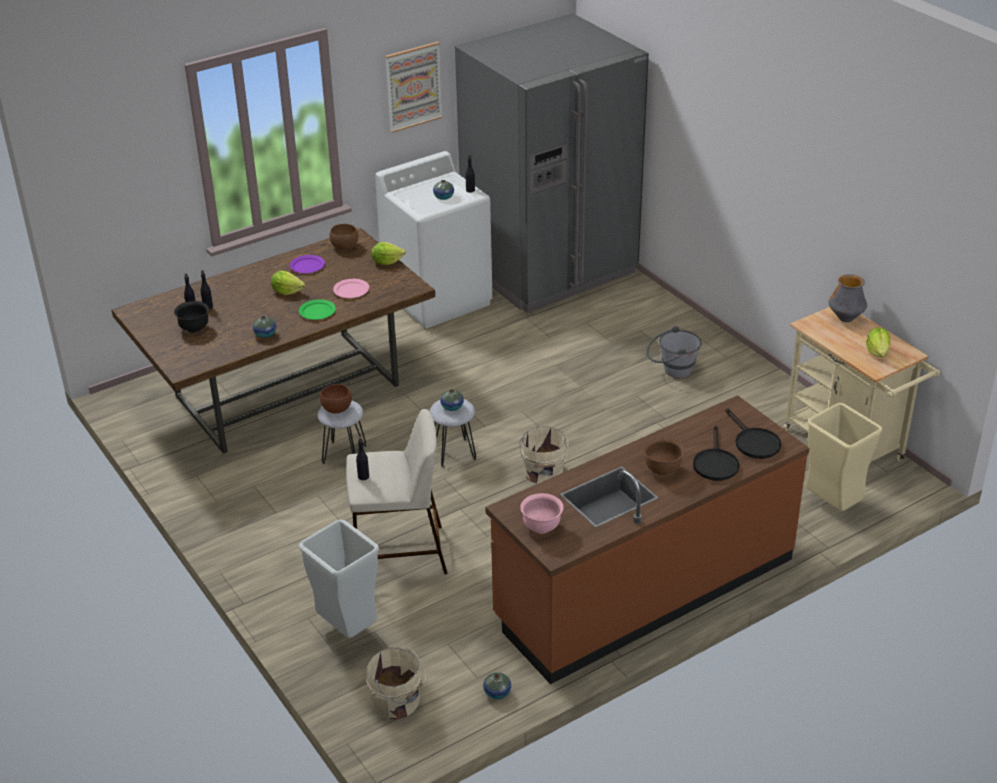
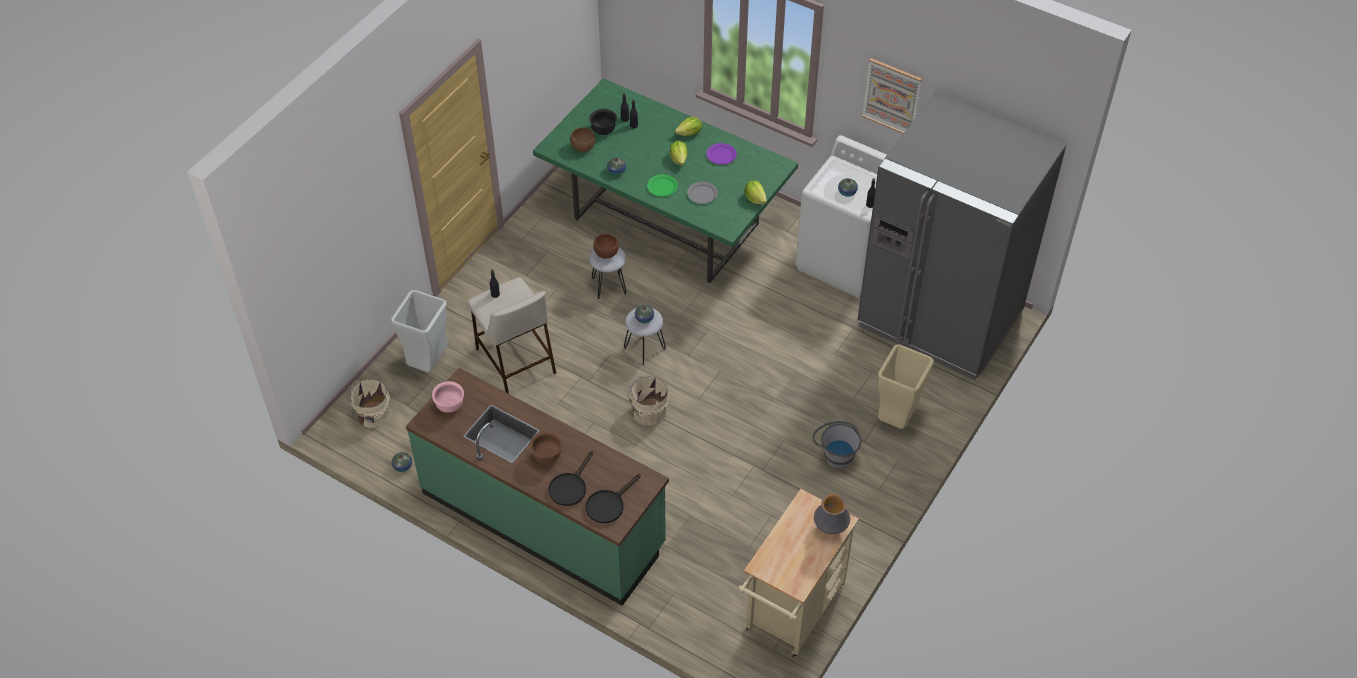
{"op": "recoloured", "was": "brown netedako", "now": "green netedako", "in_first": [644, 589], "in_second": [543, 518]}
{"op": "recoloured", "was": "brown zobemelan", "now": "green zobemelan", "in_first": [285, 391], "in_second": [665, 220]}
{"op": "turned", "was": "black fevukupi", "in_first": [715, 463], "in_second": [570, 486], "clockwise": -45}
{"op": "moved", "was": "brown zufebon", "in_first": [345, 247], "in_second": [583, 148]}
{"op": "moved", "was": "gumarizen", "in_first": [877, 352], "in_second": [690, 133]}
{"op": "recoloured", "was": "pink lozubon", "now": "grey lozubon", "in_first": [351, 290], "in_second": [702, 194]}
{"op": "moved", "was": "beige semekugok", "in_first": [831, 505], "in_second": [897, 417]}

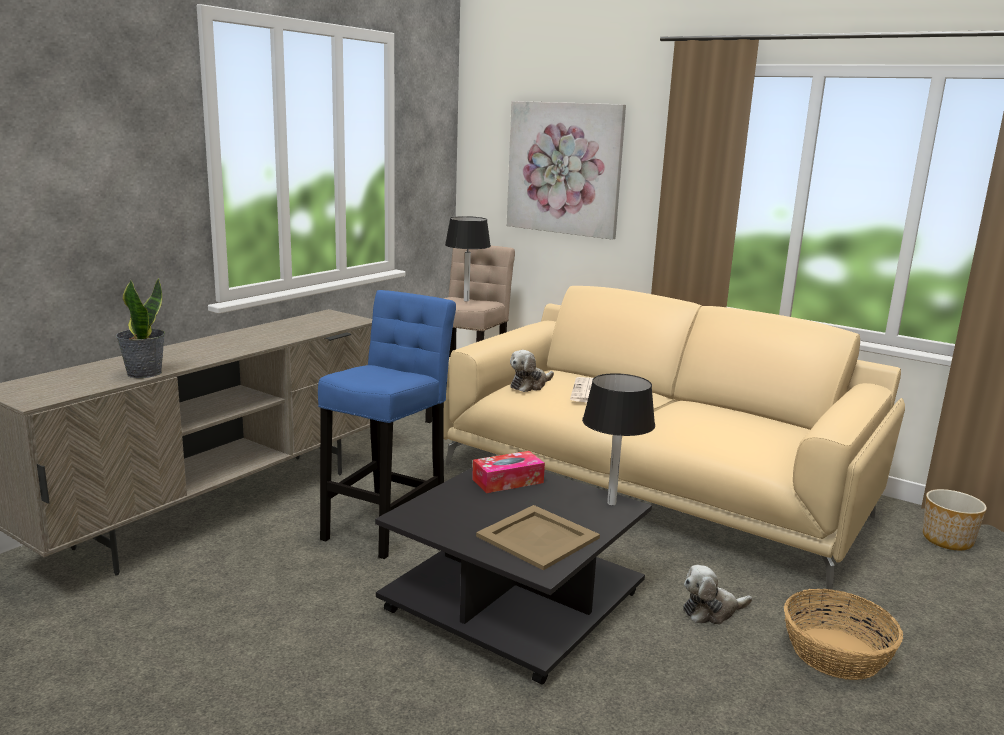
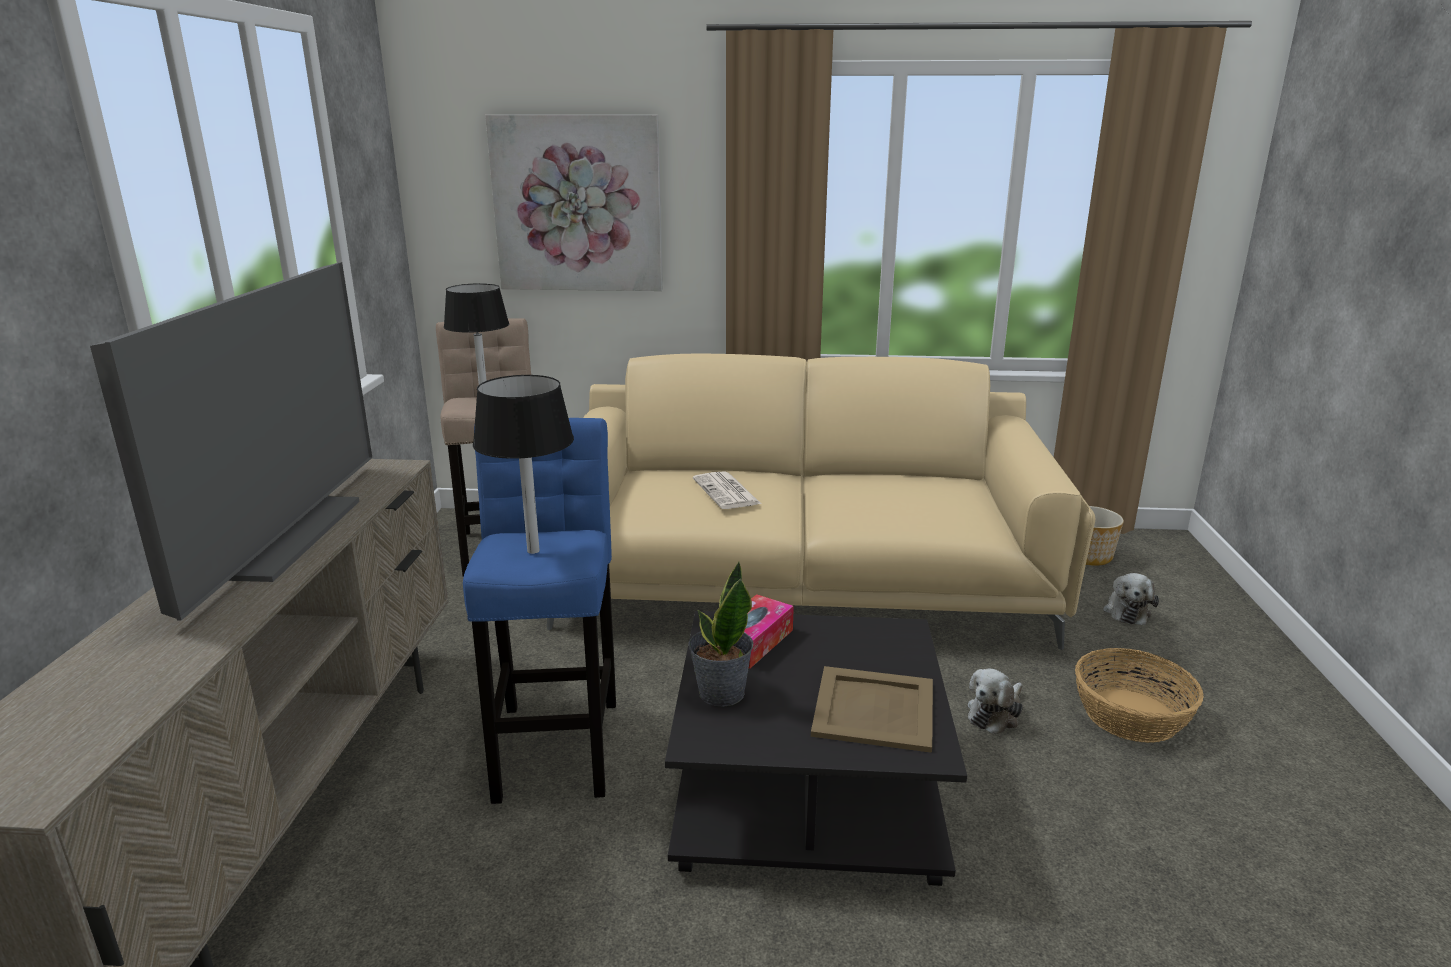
{"op": "added", "now": "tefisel", "in_second": [277, 535]}
{"op": "moved", "was": "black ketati", "in_first": [611, 503], "in_second": [533, 551]}
{"op": "moved", "was": "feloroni", "in_first": [144, 373], "in_second": [720, 693]}
{"op": "moved", "was": "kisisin", "in_first": [529, 385], "in_second": [1126, 611]}

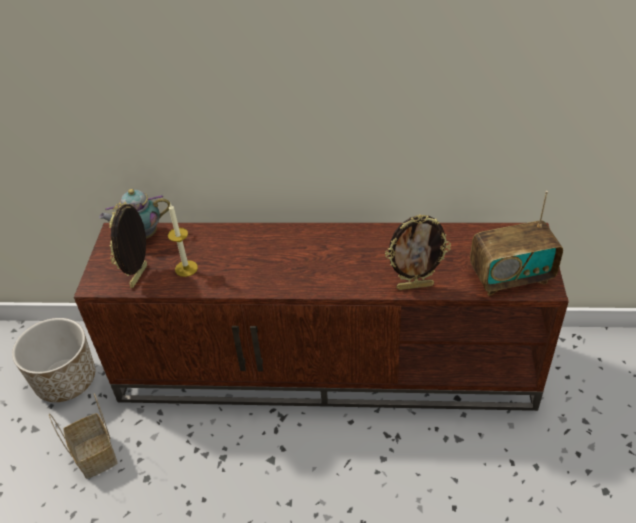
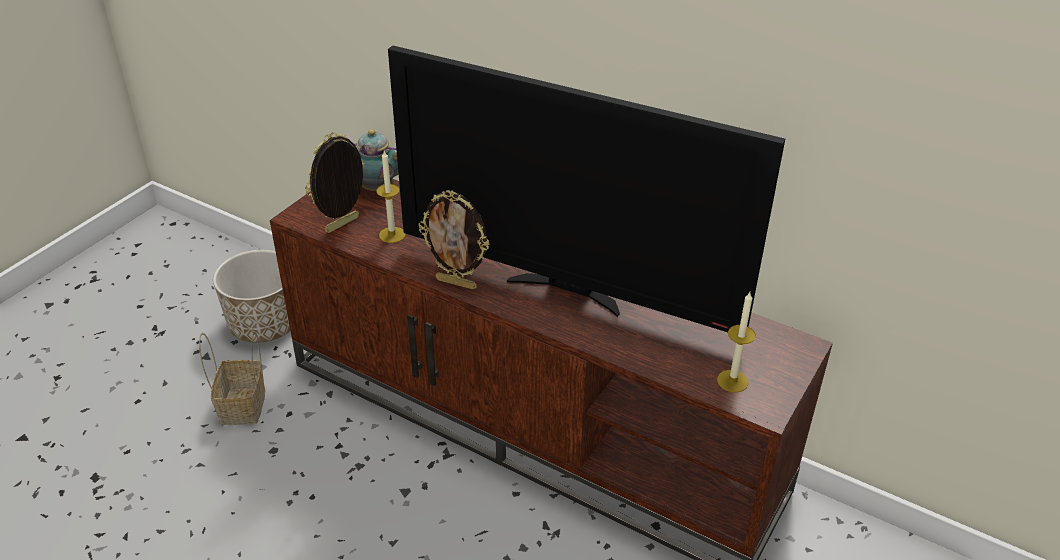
{"op": "added", "now": "tefisel", "in_second": [568, 291]}
{"op": "moved", "was": "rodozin", "in_first": [415, 286], "in_second": [457, 283]}
{"op": "replaced", "was": "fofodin", "now": "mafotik", "in_first": [510, 277], "in_second": [732, 381]}

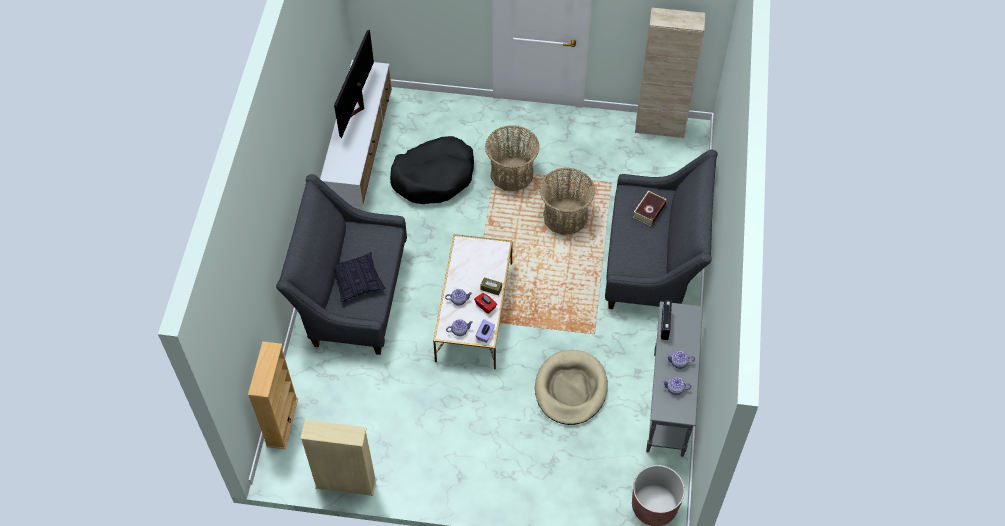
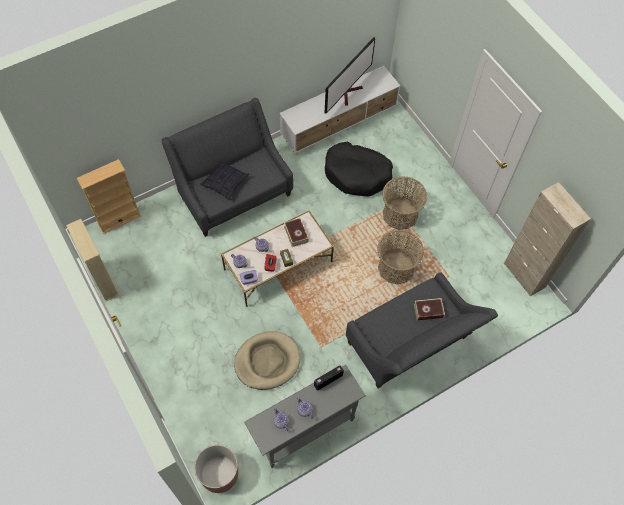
{"op": "added", "now": "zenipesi", "in_second": [296, 234]}
{"op": "turned", "was": "tefisel", "in_first": [356, 108], "in_second": [350, 93], "clockwise": 150}

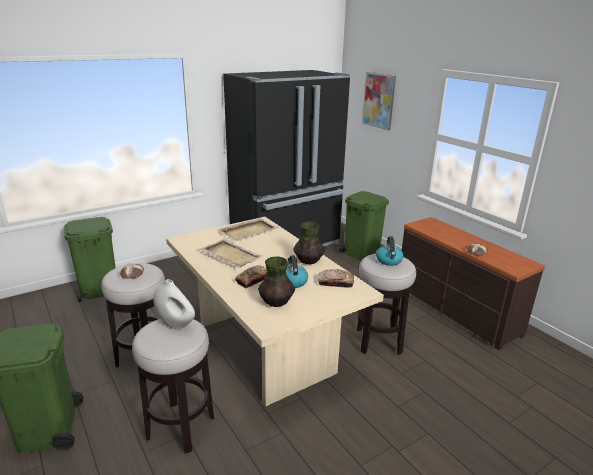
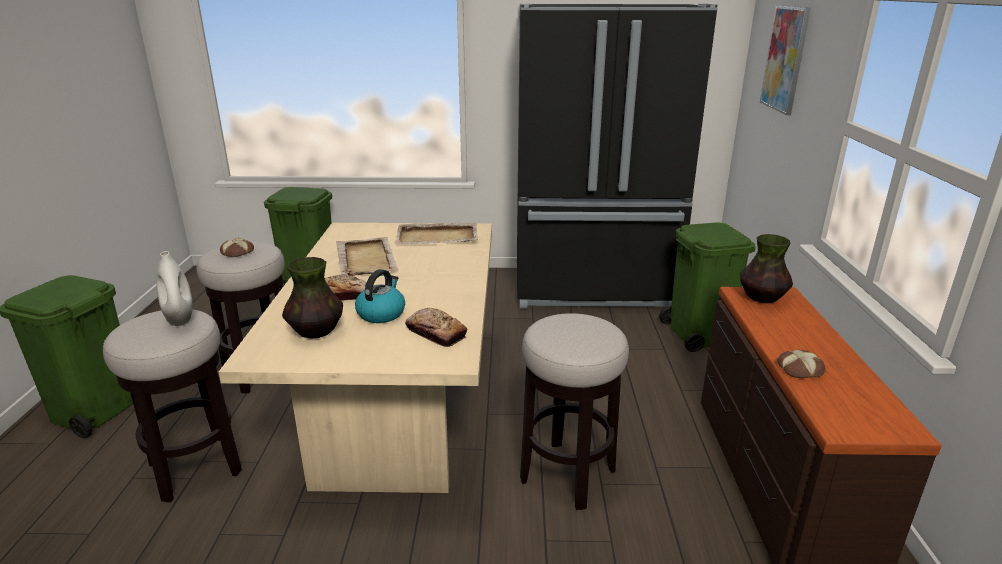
{"op": "moved", "was": "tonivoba", "in_first": [308, 261], "in_second": [762, 298]}
{"op": "removed", "was": "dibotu", "in_first": [389, 261]}

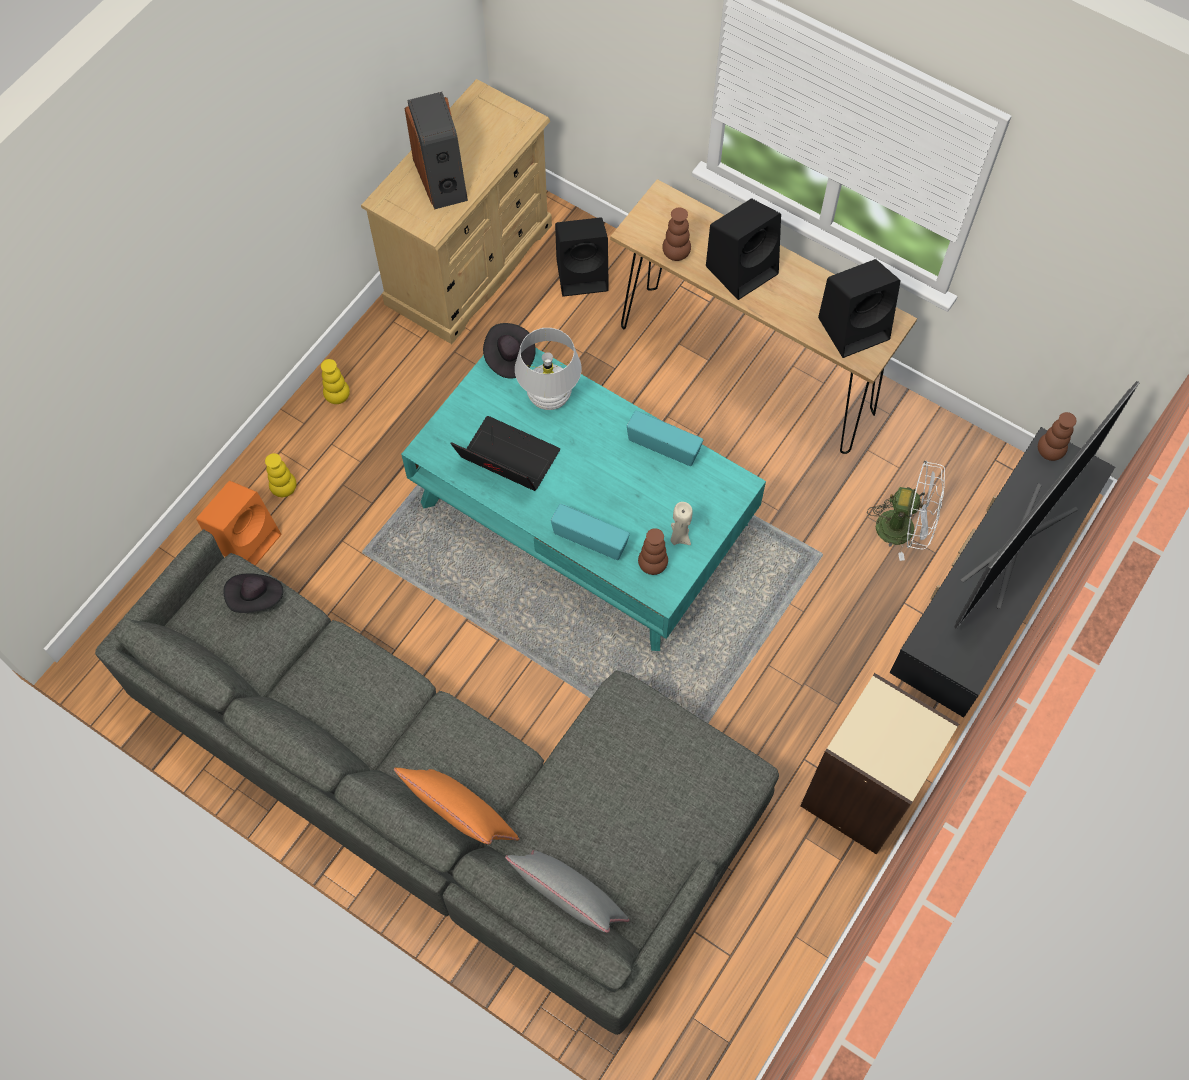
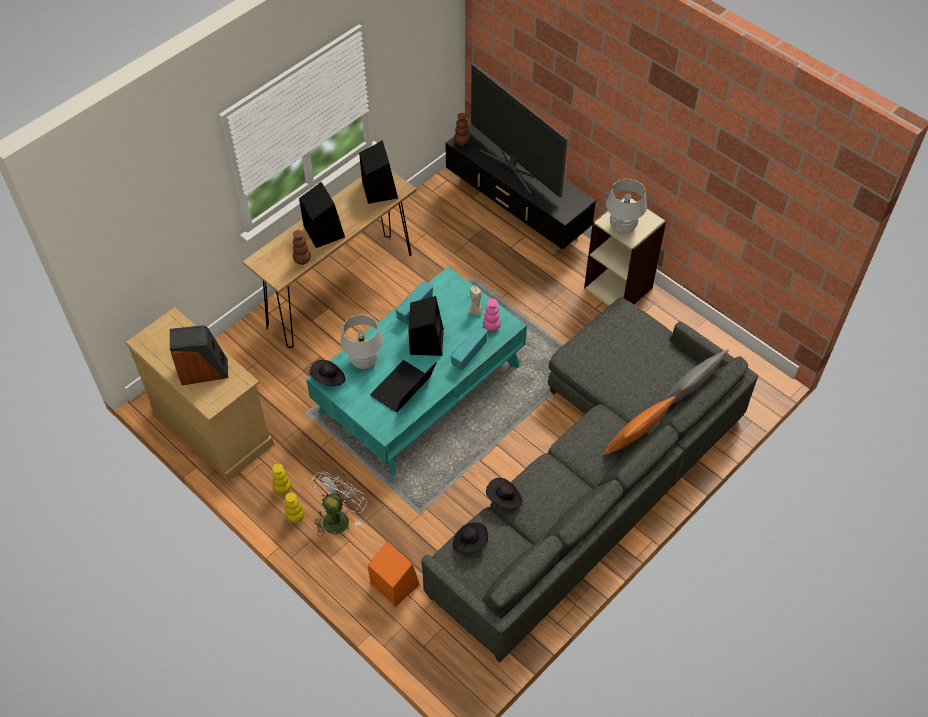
{"op": "moved", "was": "yellow tonivoba", "in_first": [284, 489], "in_second": [283, 489]}
{"op": "moved", "was": "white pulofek", "in_first": [904, 529], "in_second": [338, 517]}
{"op": "moved", "was": "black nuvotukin", "in_first": [584, 274], "in_second": [426, 341]}
{"op": "recoloured", "was": "brown tonivoba", "now": "pink tonivoba", "in_first": [652, 565], "in_second": [491, 327]}
{"op": "added", "now": "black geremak", "in_second": [504, 499]}
{"op": "added", "now": "white ketati", "in_second": [622, 227]}

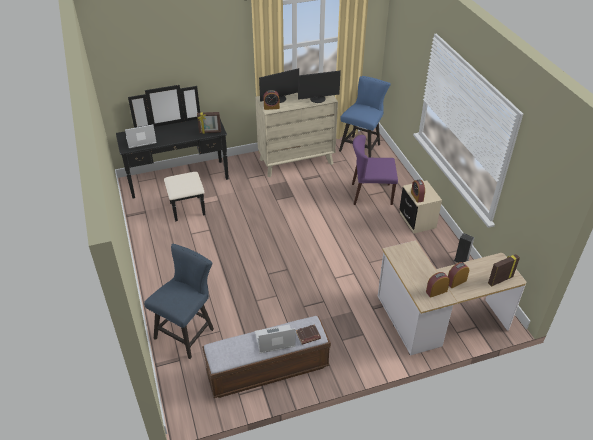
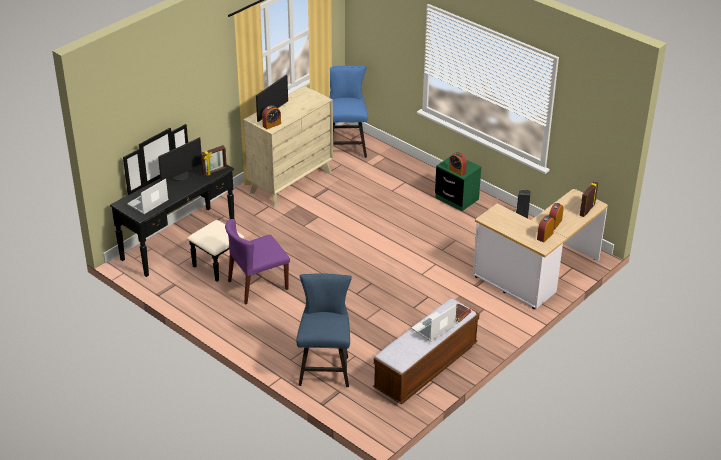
{"op": "moved", "was": "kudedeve", "in_first": [318, 99], "in_second": [181, 176]}
{"op": "moved", "was": "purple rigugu", "in_first": [371, 194], "in_second": [257, 285]}
{"op": "recoloured", "was": "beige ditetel", "now": "green ditetel", "in_first": [417, 220], "in_second": [456, 198]}

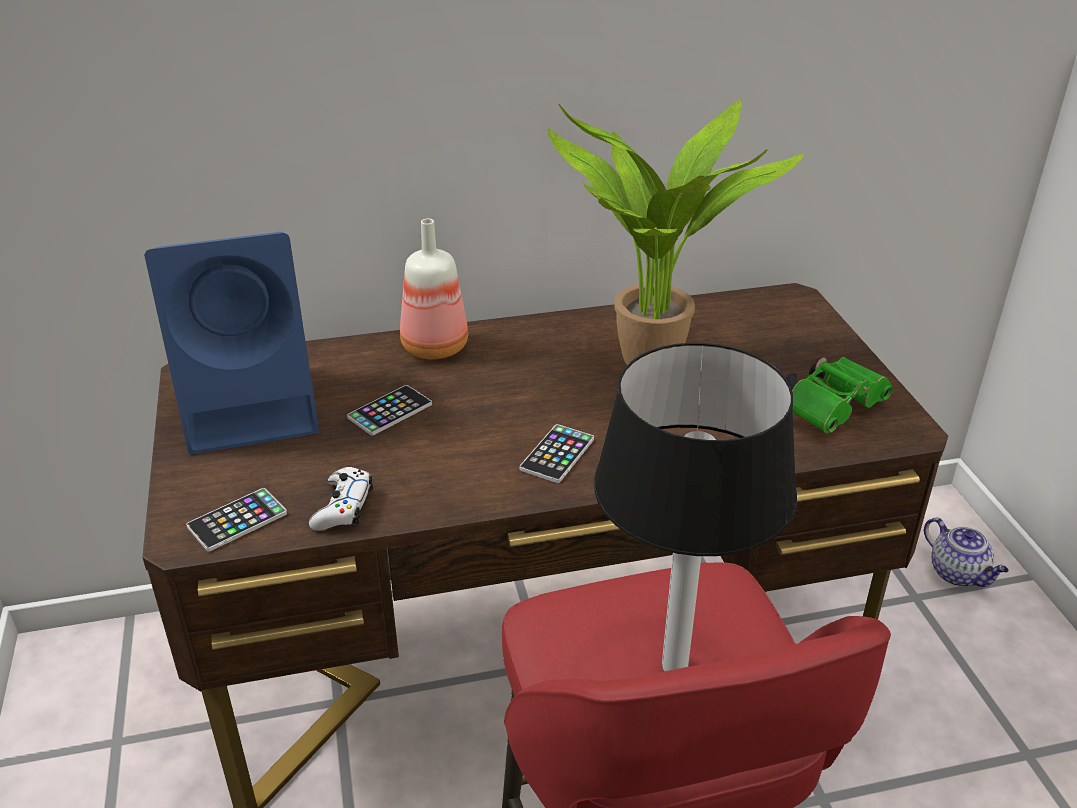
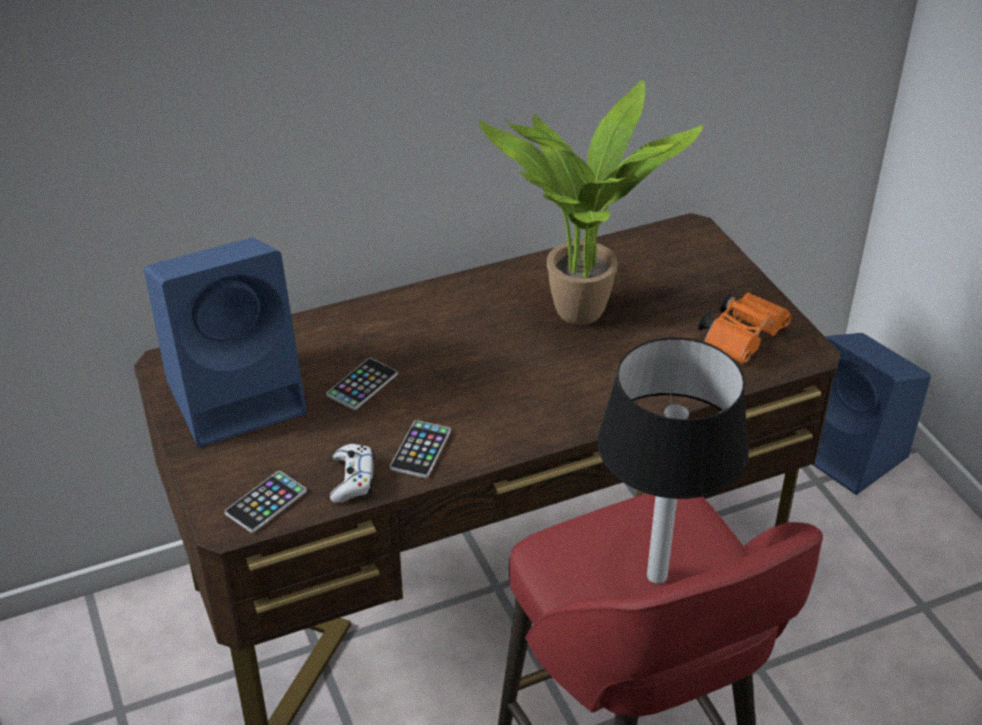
{"op": "moved", "was": "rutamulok", "in_first": [557, 454], "in_second": [420, 450]}
{"op": "recoloured", "was": "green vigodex", "now": "orange vigodex", "in_first": [833, 408], "in_second": [743, 338]}
{"op": "replaced", "was": "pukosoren", "now": "blue nuvotukin", "in_first": [958, 574], "in_second": [852, 454]}
{"op": "removed", "was": "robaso", "in_first": [434, 348]}

